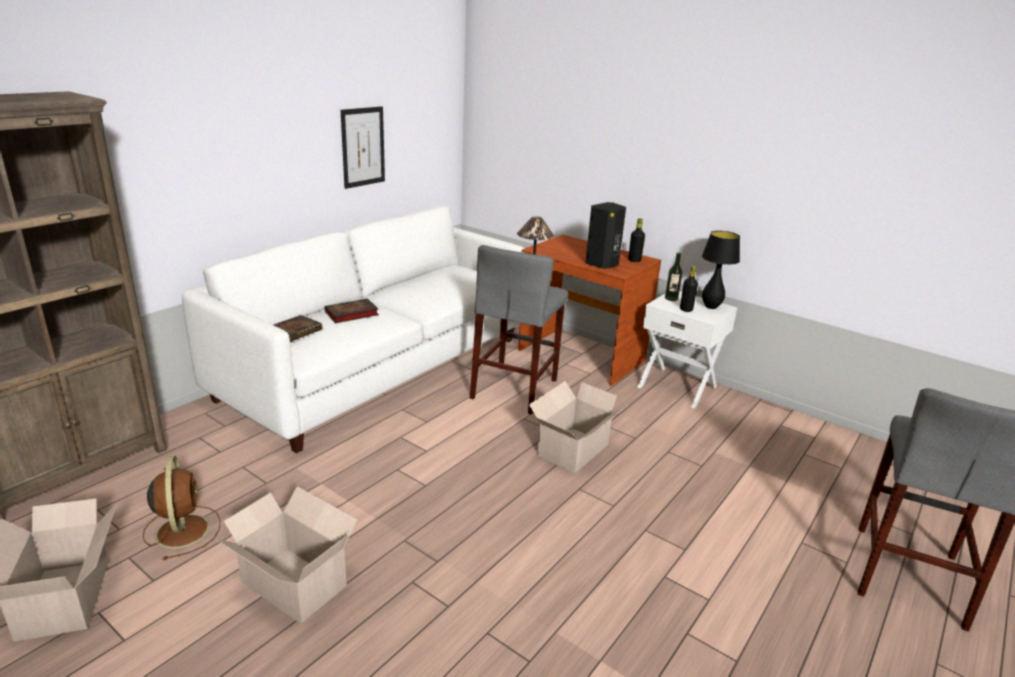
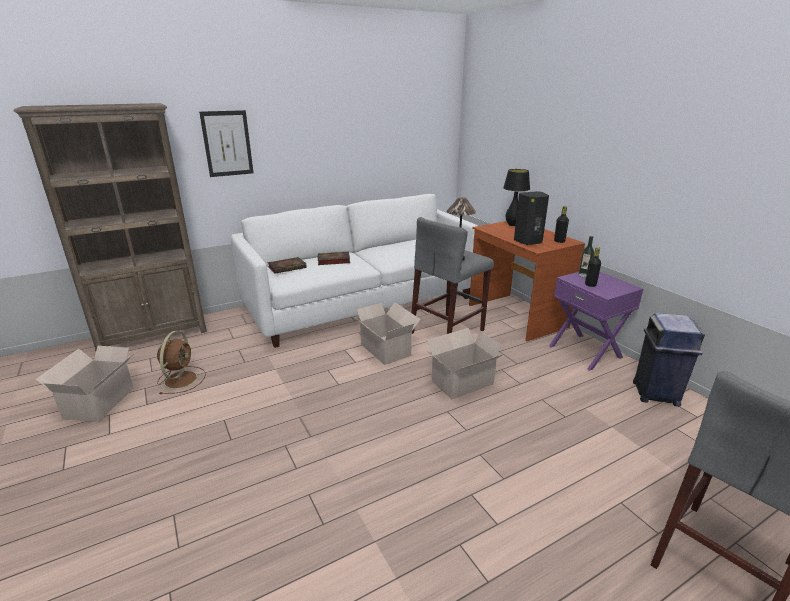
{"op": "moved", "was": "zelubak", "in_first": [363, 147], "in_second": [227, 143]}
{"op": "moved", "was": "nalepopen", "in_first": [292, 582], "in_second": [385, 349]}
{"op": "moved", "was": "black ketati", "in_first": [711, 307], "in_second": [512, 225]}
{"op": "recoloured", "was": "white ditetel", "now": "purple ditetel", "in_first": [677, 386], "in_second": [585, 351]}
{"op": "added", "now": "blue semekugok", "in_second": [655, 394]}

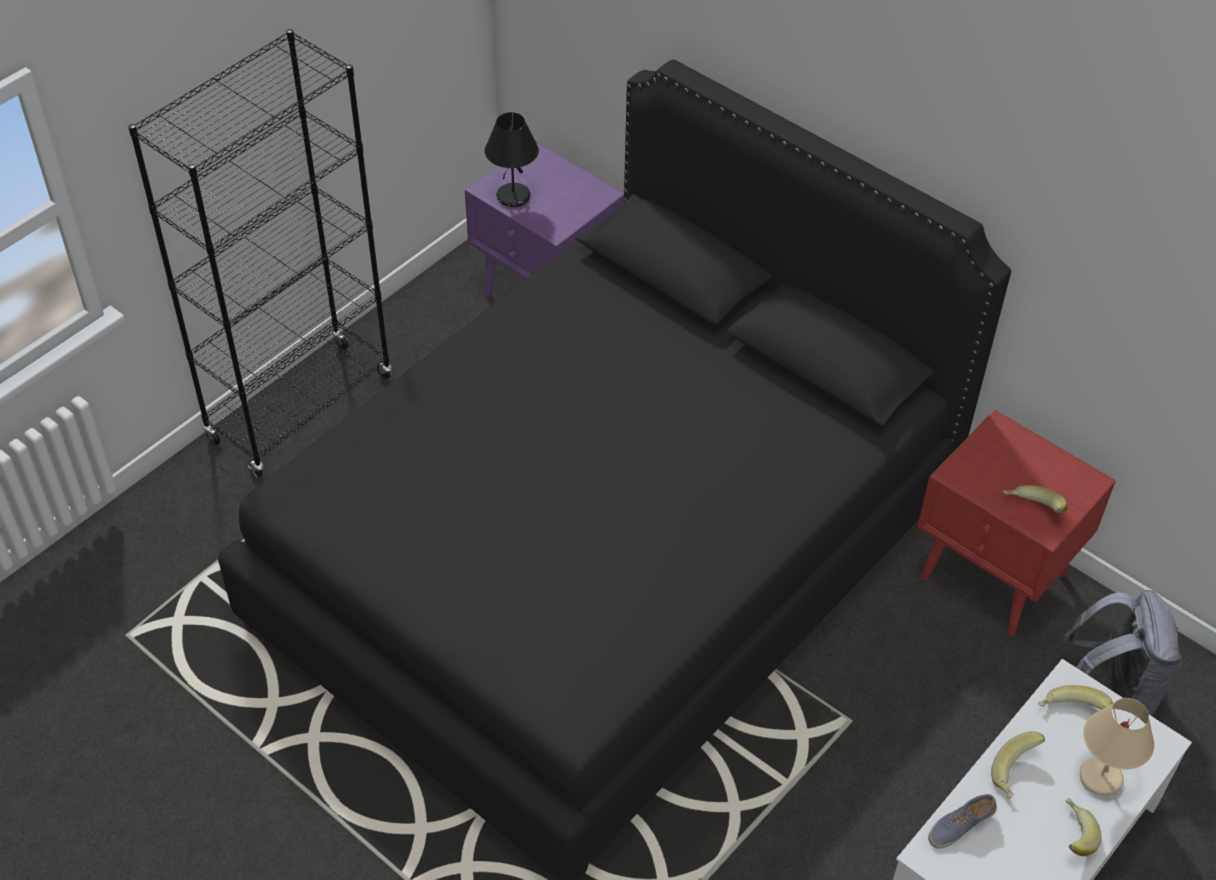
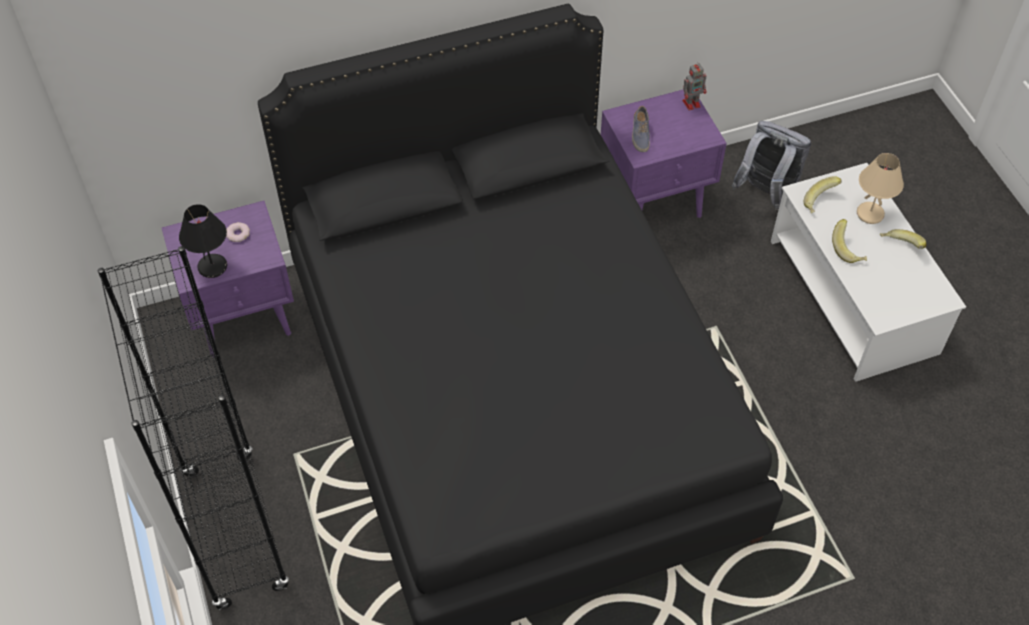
{"op": "added", "now": "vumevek", "in_second": [238, 234]}
{"op": "recoloured", "was": "red ditetel", "now": "purple ditetel", "in_first": [994, 577], "in_second": [655, 201]}
{"op": "moved", "was": "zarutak", "in_first": [960, 825], "in_second": [640, 135]}
{"op": "added", "now": "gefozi", "in_second": [692, 103]}
{"op": "removed", "was": "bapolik", "in_first": [1031, 510]}

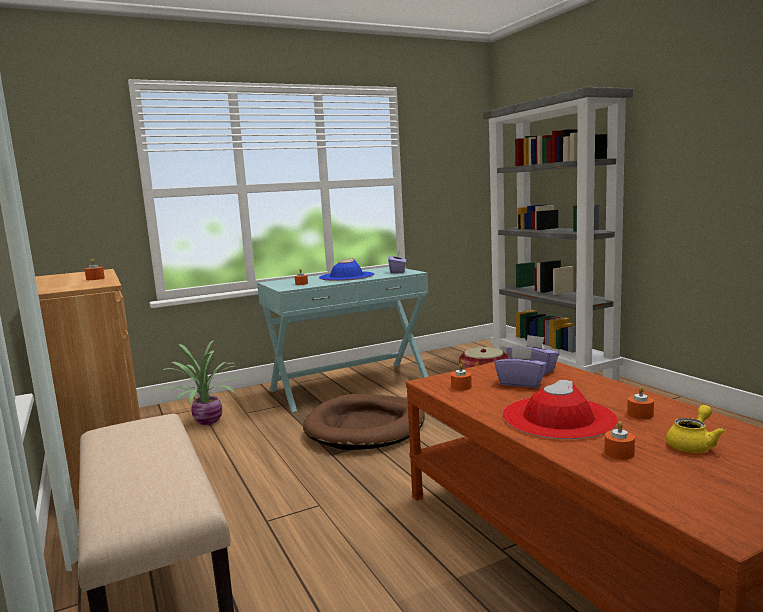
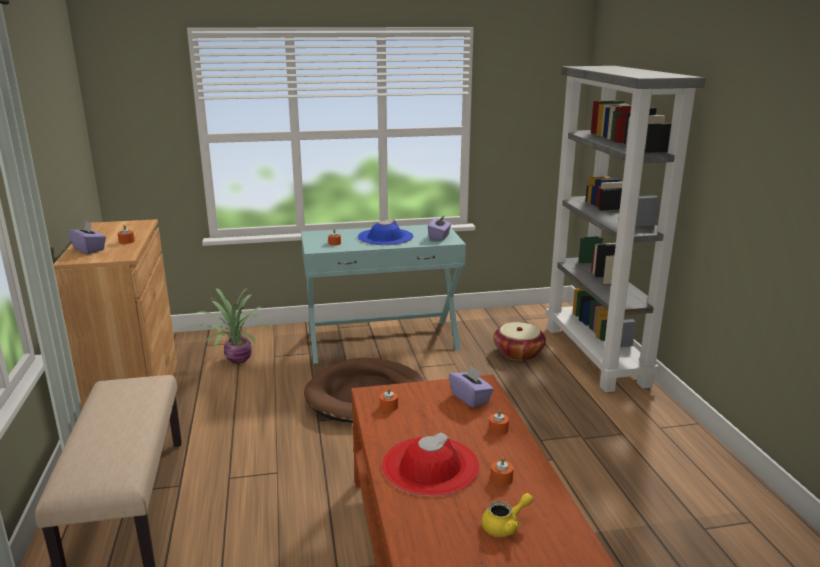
{"op": "moved", "was": "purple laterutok", "in_first": [521, 383], "in_second": [89, 249]}
{"op": "moved", "was": "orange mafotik", "in_first": [619, 453], "in_second": [498, 429]}

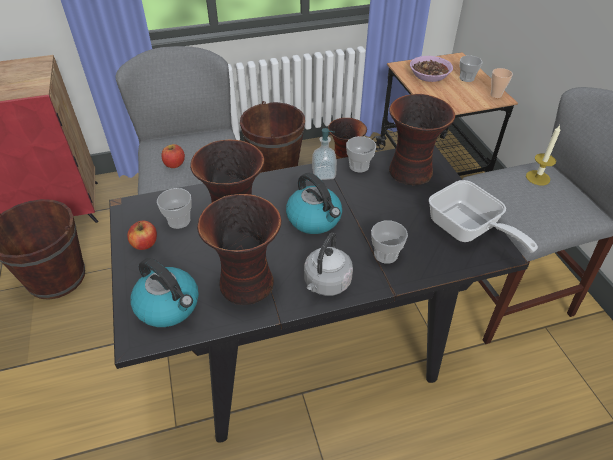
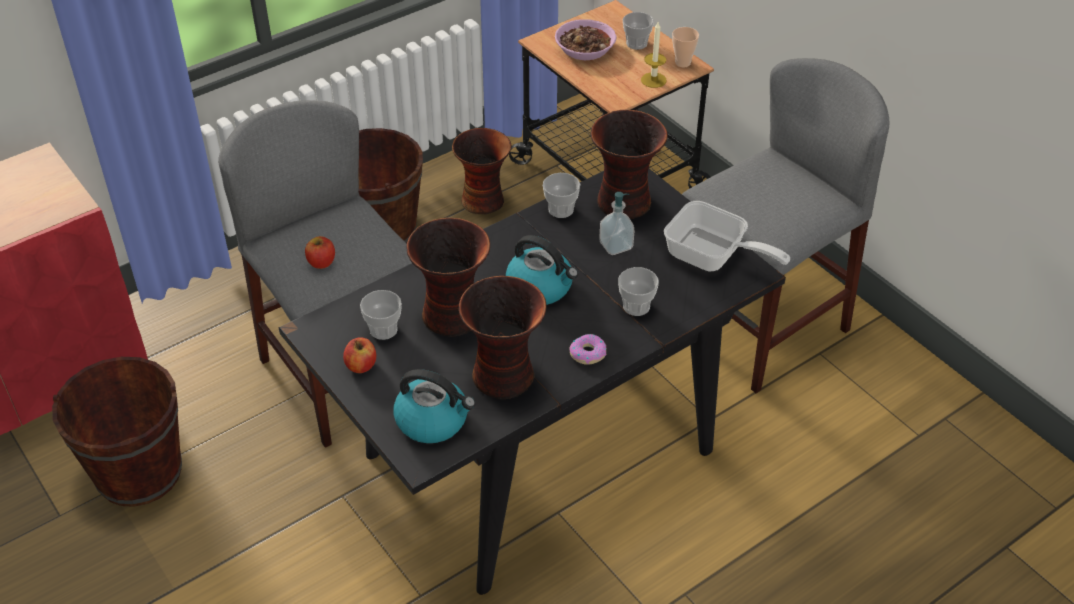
{"op": "replaced", "was": "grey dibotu", "now": "vumevek", "in_first": [326, 284], "in_second": [587, 353]}
{"op": "moved", "was": "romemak", "in_first": [324, 174], "in_second": [616, 246]}
{"op": "moved", "was": "mafotik", "in_first": [537, 178], "in_second": [653, 80]}

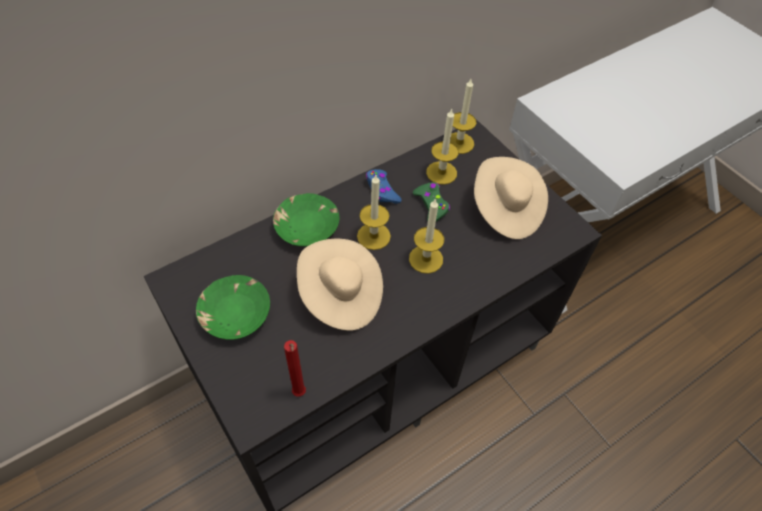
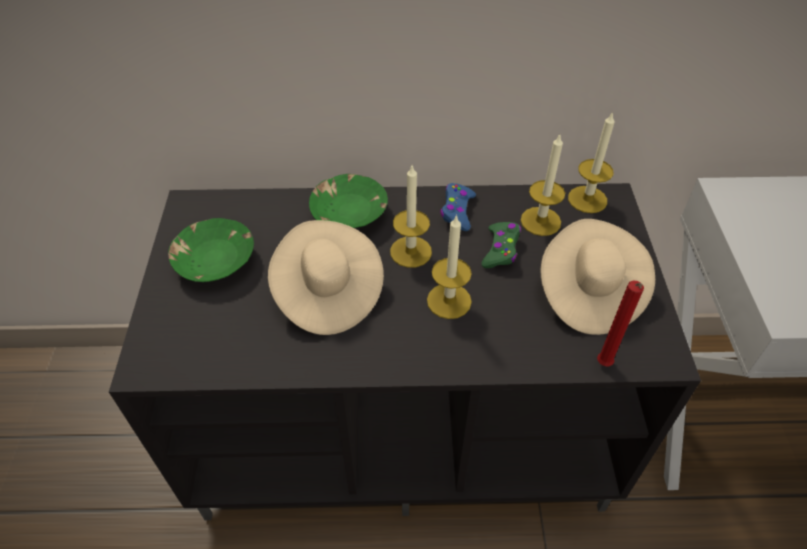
{"op": "moved", "was": "red mafotik", "in_first": [299, 394], "in_second": [603, 365]}

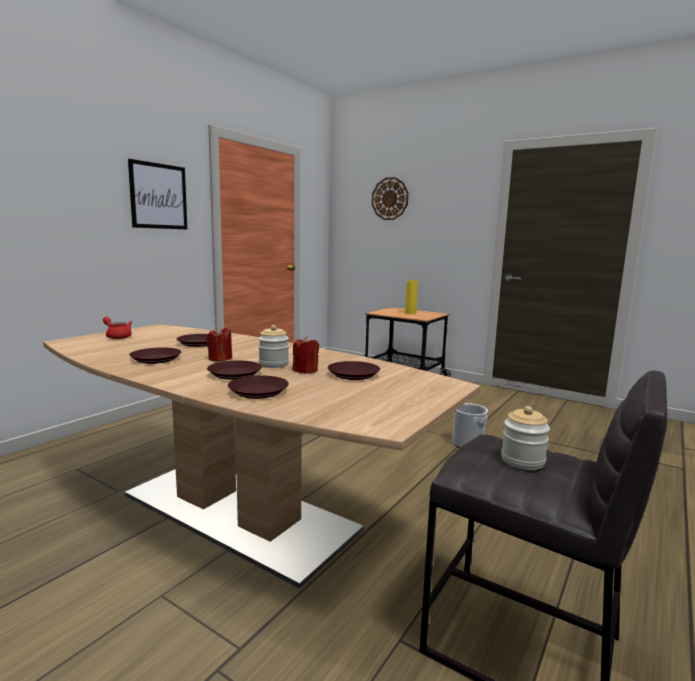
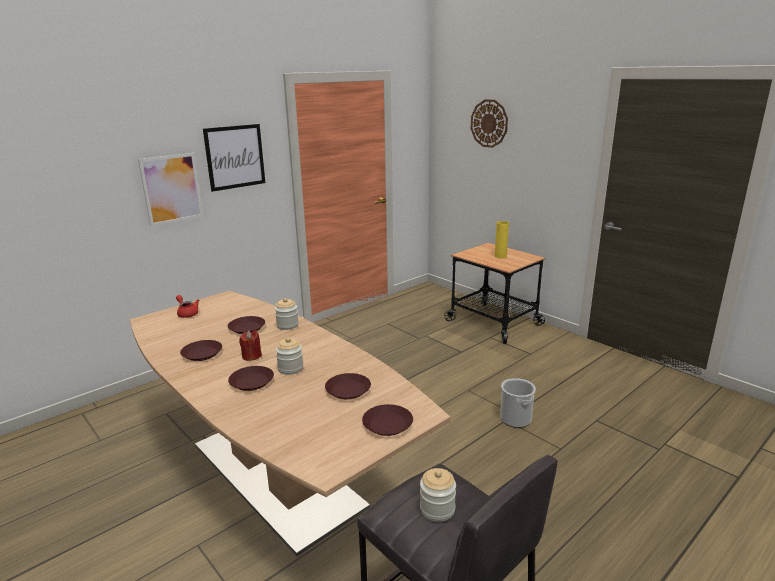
{"op": "added", "now": "zelubak", "in_second": [172, 189]}
{"op": "added", "now": "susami", "in_second": [287, 325]}
{"op": "moved", "was": "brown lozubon", "in_first": [258, 391], "in_second": [387, 424]}
{"op": "removed", "was": "red mafotik", "in_first": [305, 370]}

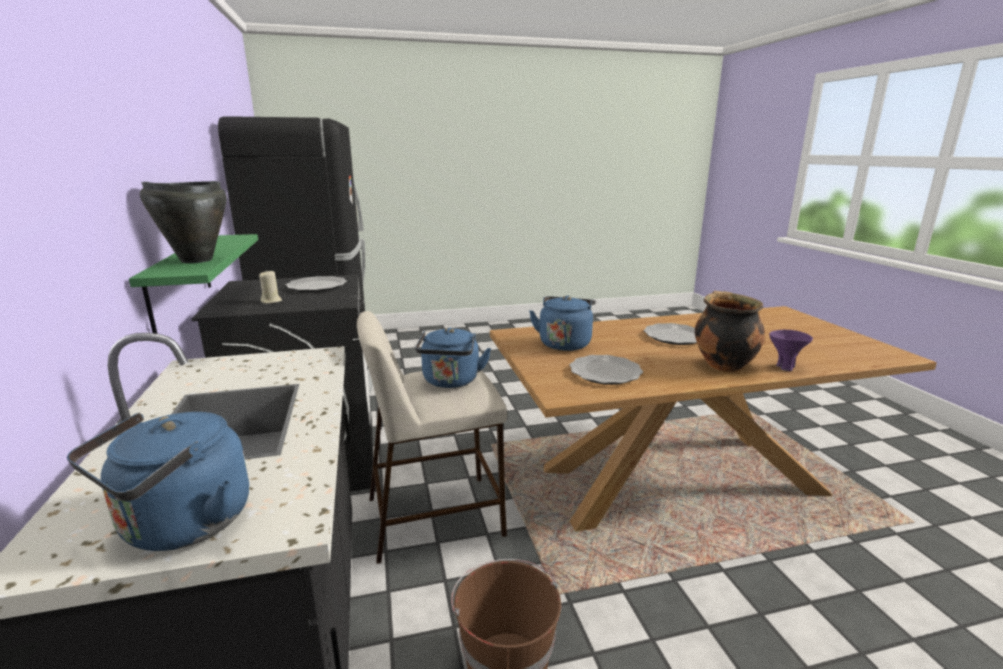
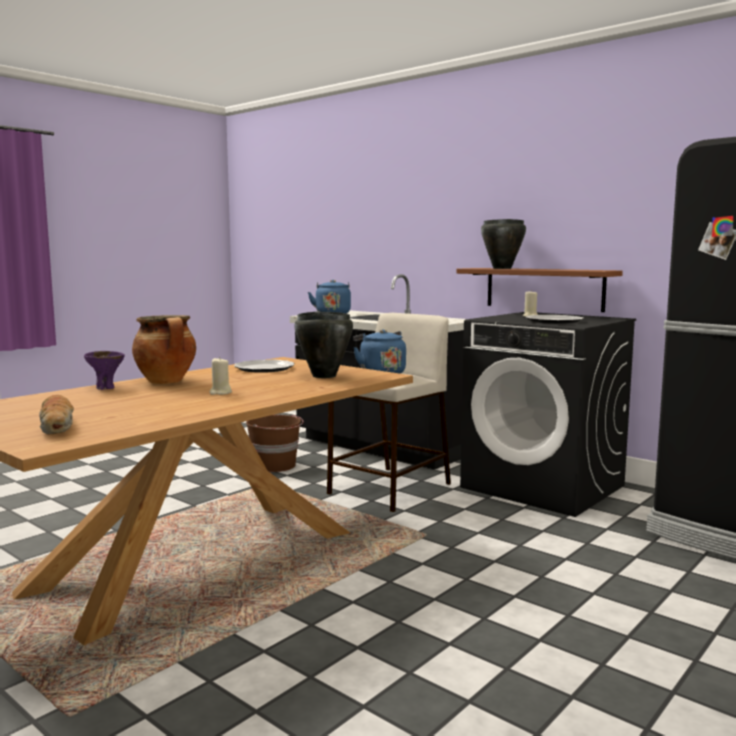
{"op": "added", "now": "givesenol", "in_second": [58, 426]}
{"op": "replaced", "was": "lozubon", "now": "beige mafotik", "in_first": [674, 336], "in_second": [220, 393]}
{"op": "replaced", "was": "blue dibotu", "now": "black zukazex", "in_first": [564, 343], "in_second": [323, 376]}
{"op": "recoloured", "was": "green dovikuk", "now": "brown dovikuk", "in_first": [180, 280], "in_second": [544, 289]}

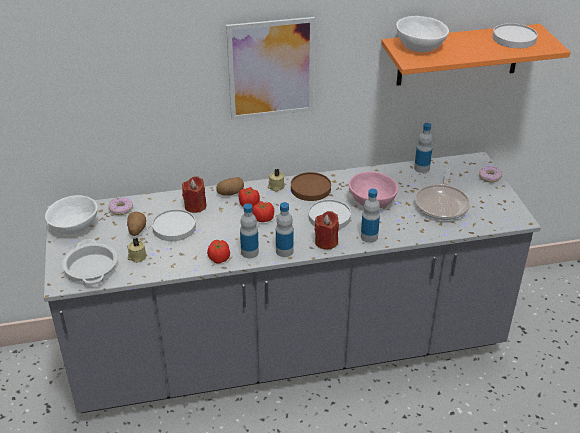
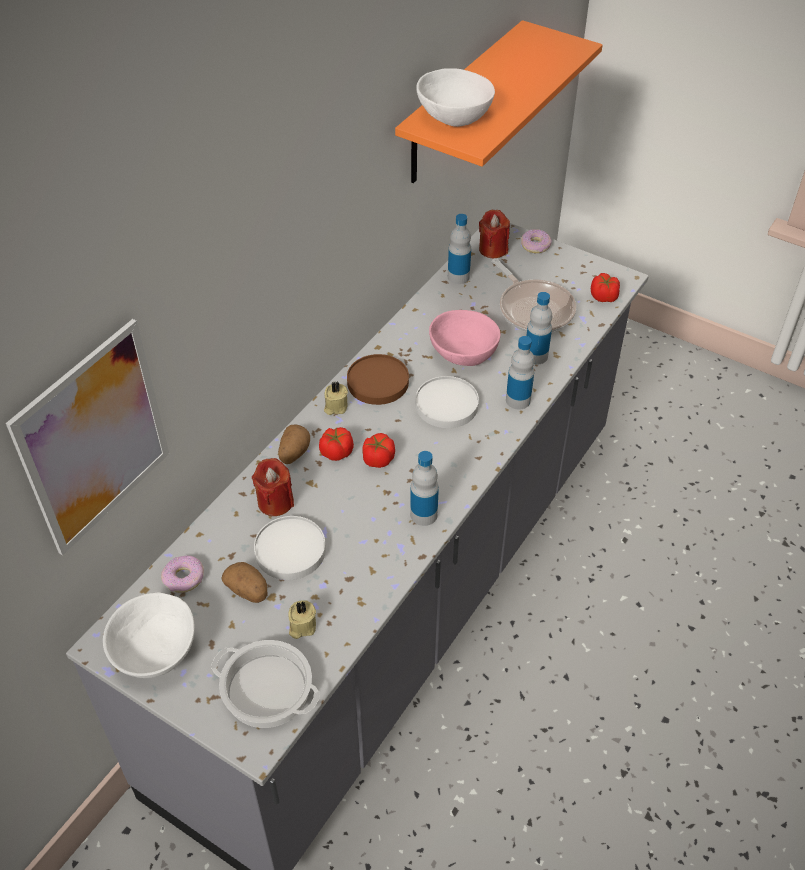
{"op": "moved", "was": "zelubak", "in_first": [271, 69], "in_second": [94, 438]}
{"op": "moved", "was": "red mafotik", "in_first": [326, 242], "in_second": [493, 249]}
{"op": "moved", "was": "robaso", "in_first": [284, 251], "in_second": [536, 356]}
{"op": "moved", "was": "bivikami", "in_first": [219, 258], "in_second": [604, 297]}
{"op": "removed", "was": "white lozubon", "in_first": [514, 38]}

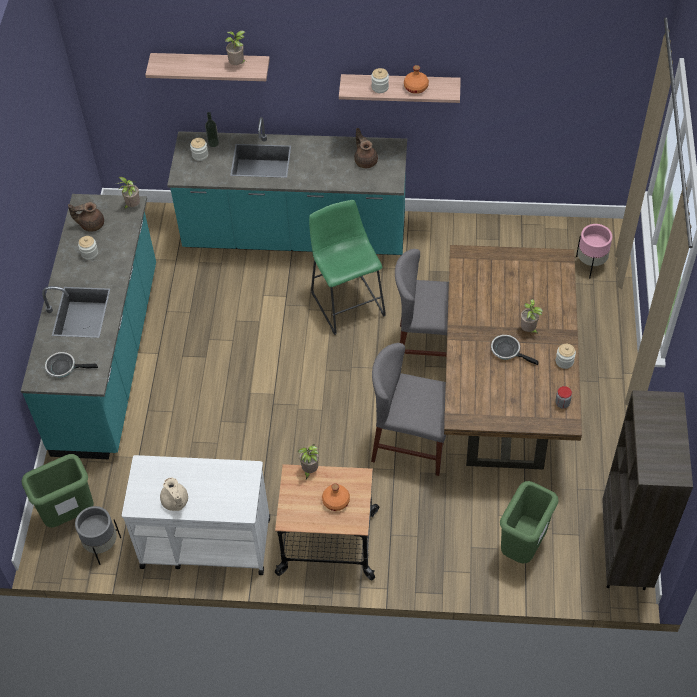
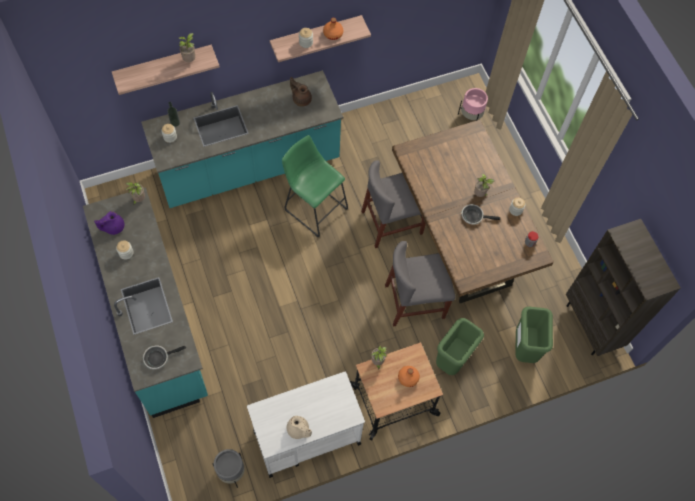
{"op": "recoloured", "was": "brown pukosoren", "now": "purple pukosoren", "in_first": [91, 224], "in_second": [113, 227]}
{"op": "moved", "was": "green semekugok", "in_first": [70, 514], "in_second": [452, 359]}

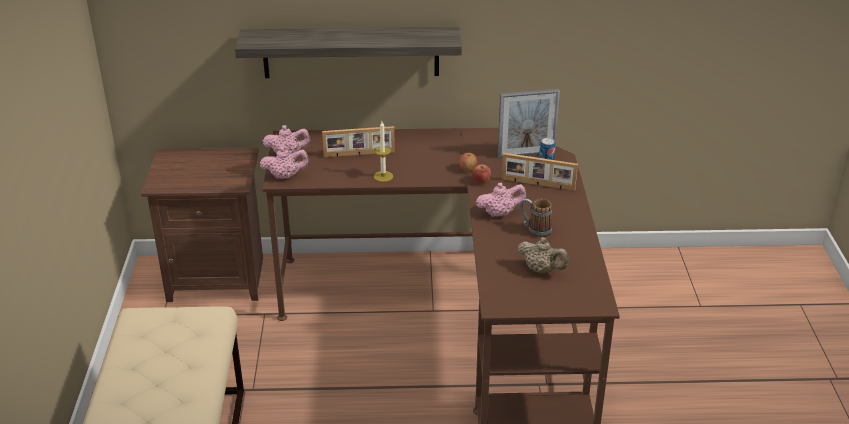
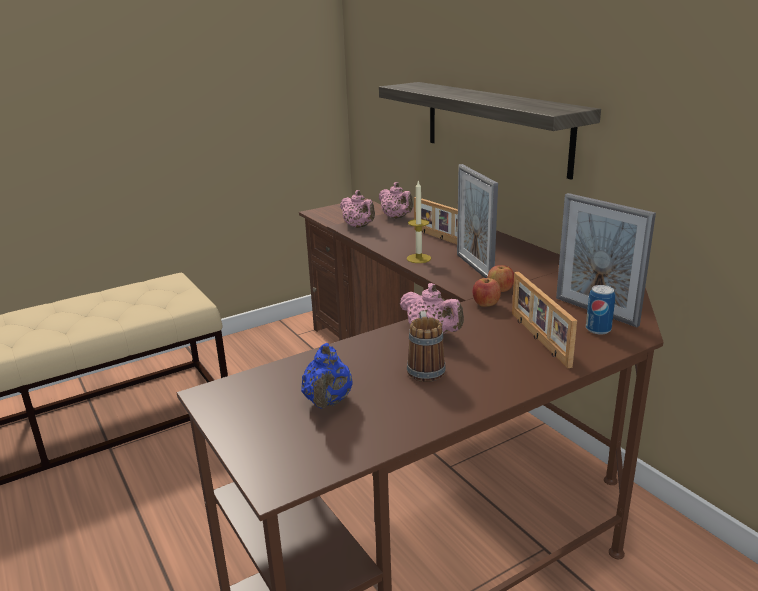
{"op": "recoloured", "was": "beige pukosoren", "now": "blue pukosoren", "in_first": [542, 270], "in_second": [327, 402]}
{"op": "added", "now": "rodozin", "in_second": [474, 267]}

